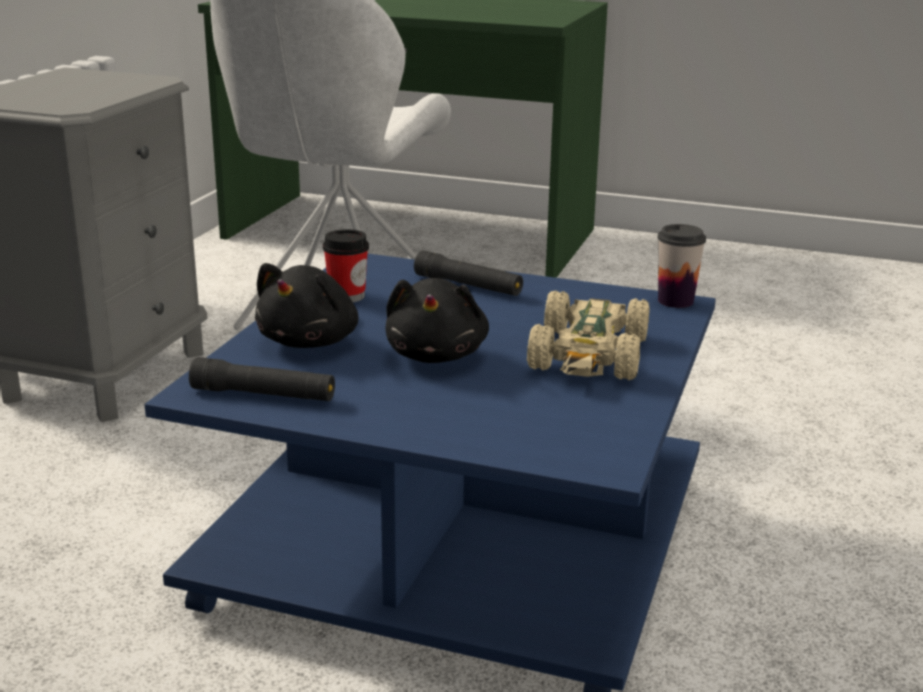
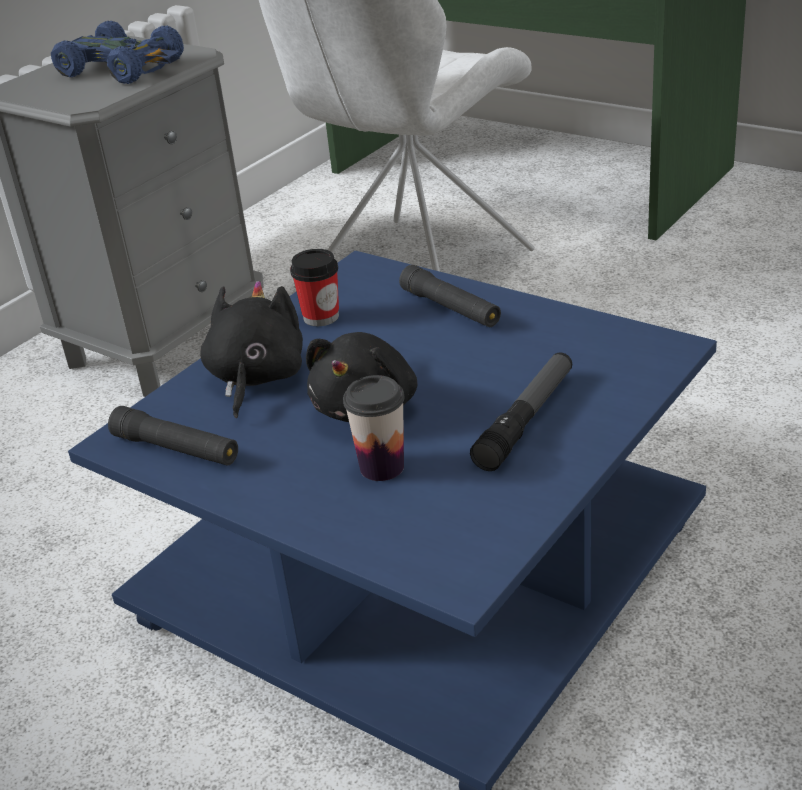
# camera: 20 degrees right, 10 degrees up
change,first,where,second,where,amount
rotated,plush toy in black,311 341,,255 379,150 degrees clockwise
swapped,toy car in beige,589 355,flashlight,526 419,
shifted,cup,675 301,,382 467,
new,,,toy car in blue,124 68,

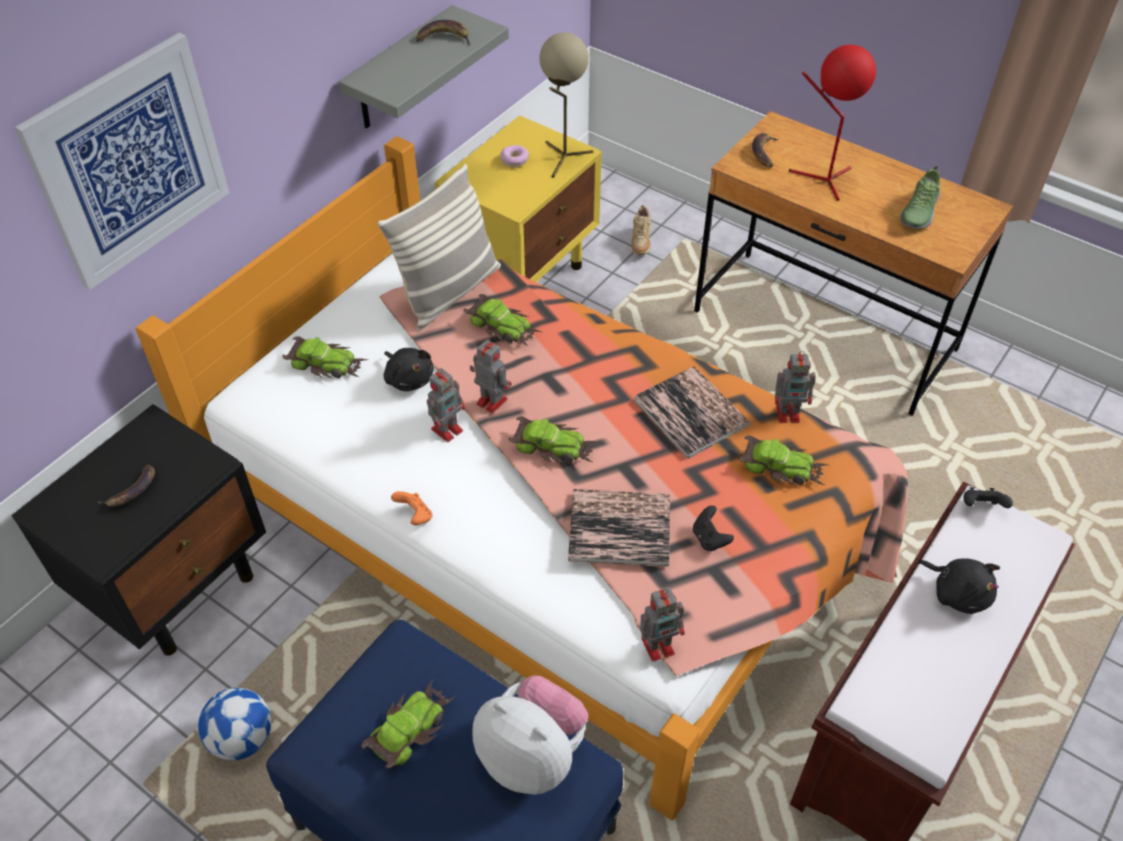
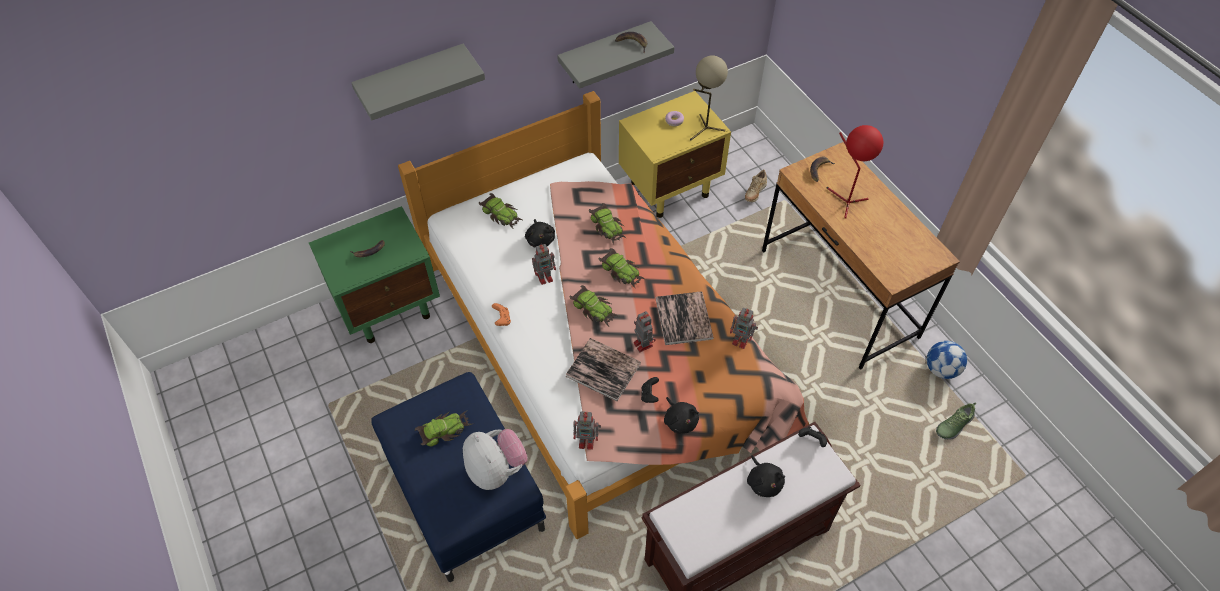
# camera: 25 degrees right, 5 degrees up
change,first,where,second,where,amount
repainted,nightstand in black,178 586,nightstand in green,390 307,
swapped,picture,130 161,shelf in grey,412 80,
shifted,football,242 738,,941 369,
gone,pillow,449 292,,,
shifted,toy robot,490 400,,642 343,
shifted,toy car,781 466,,622 271,
shifted,shoe,918 211,,953 425,
new,,,plush toy in black,680 420,

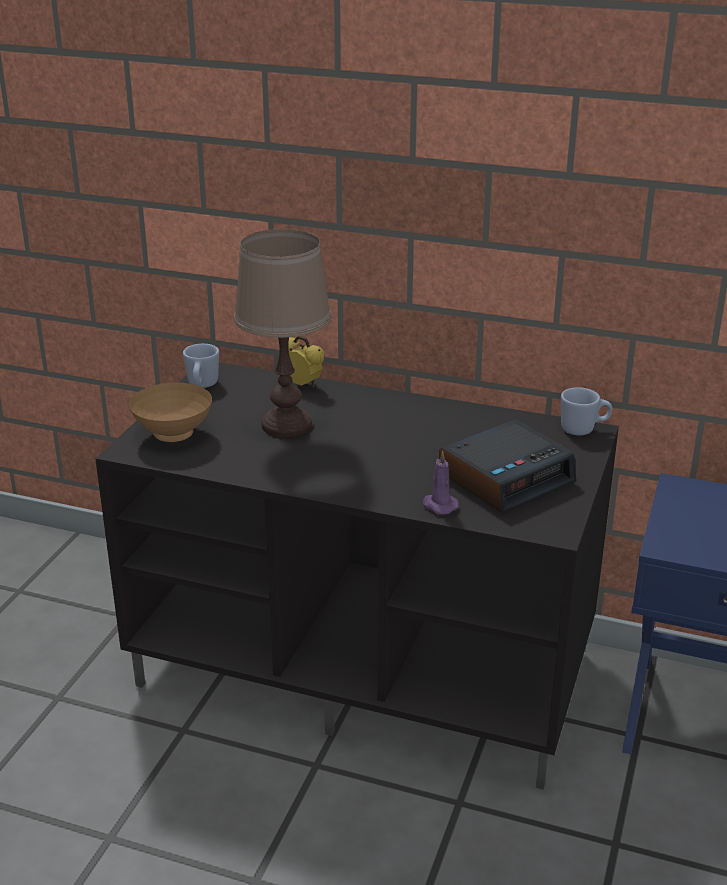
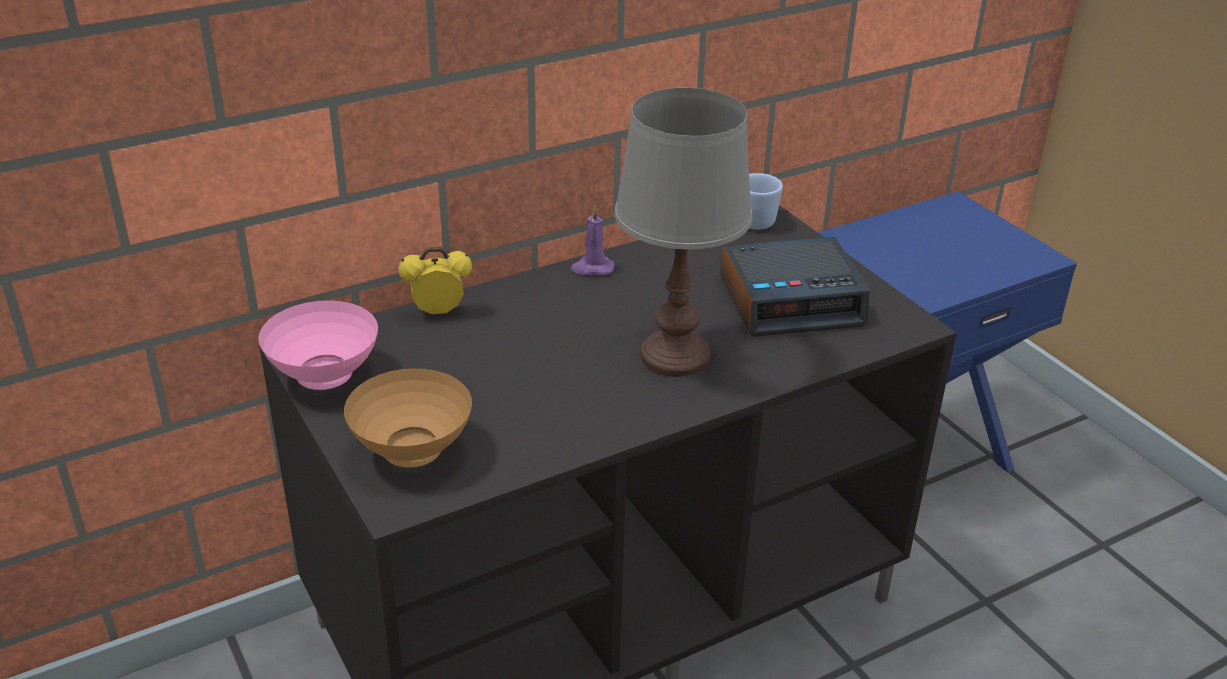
# camera: 50 degrees left, 5 degrees up
change,first,where,second,where,amount
swapped,mug in blue,202 386,bowl in pink,325 376,
gone,table lamp in brown,286 425,,,
shifted,candle in purple,439 505,,592 268,
rotated,alarm clock,506 478,,792 300,75 degrees clockwise
new,,,table lamp in grey,674 356,

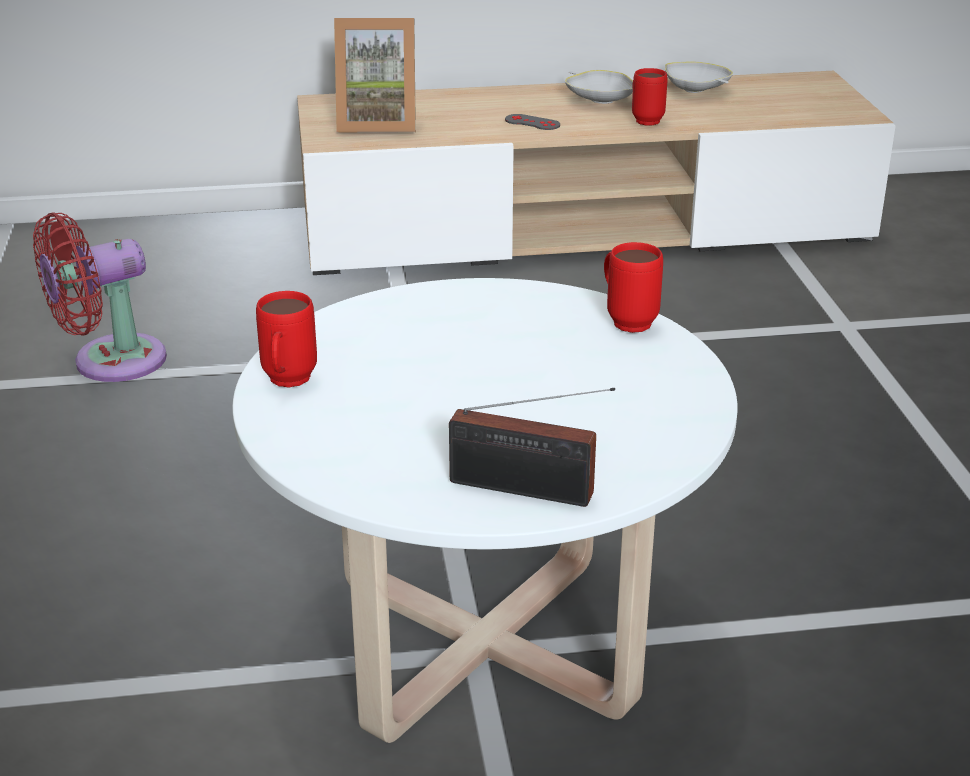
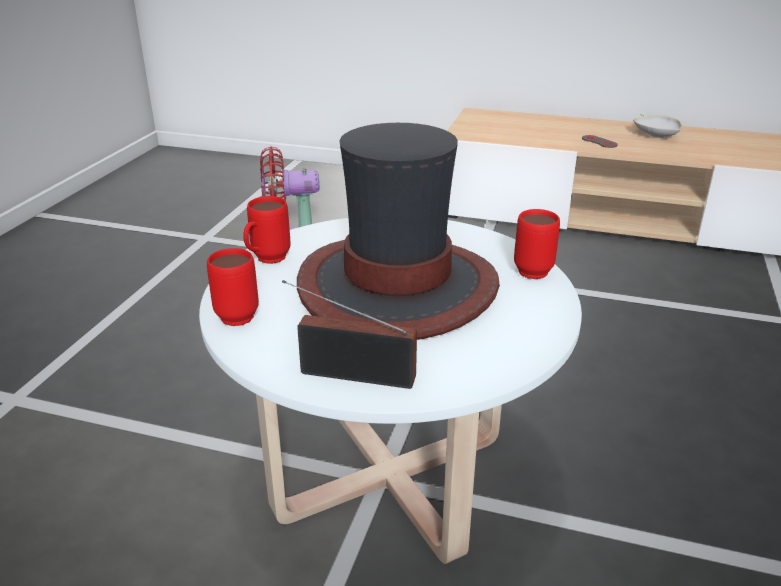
# camera: 25 degrees right, 0 degrees up
change,first,where,second,where,amount
gone,picture frame,377 123,,,
rotated,radio,529 491,,351 374,150 degrees clockwise
shifted,mug in red,644 119,,239 313,
gone,bowl in white,696 91,,,
new,,,hat,397 287,

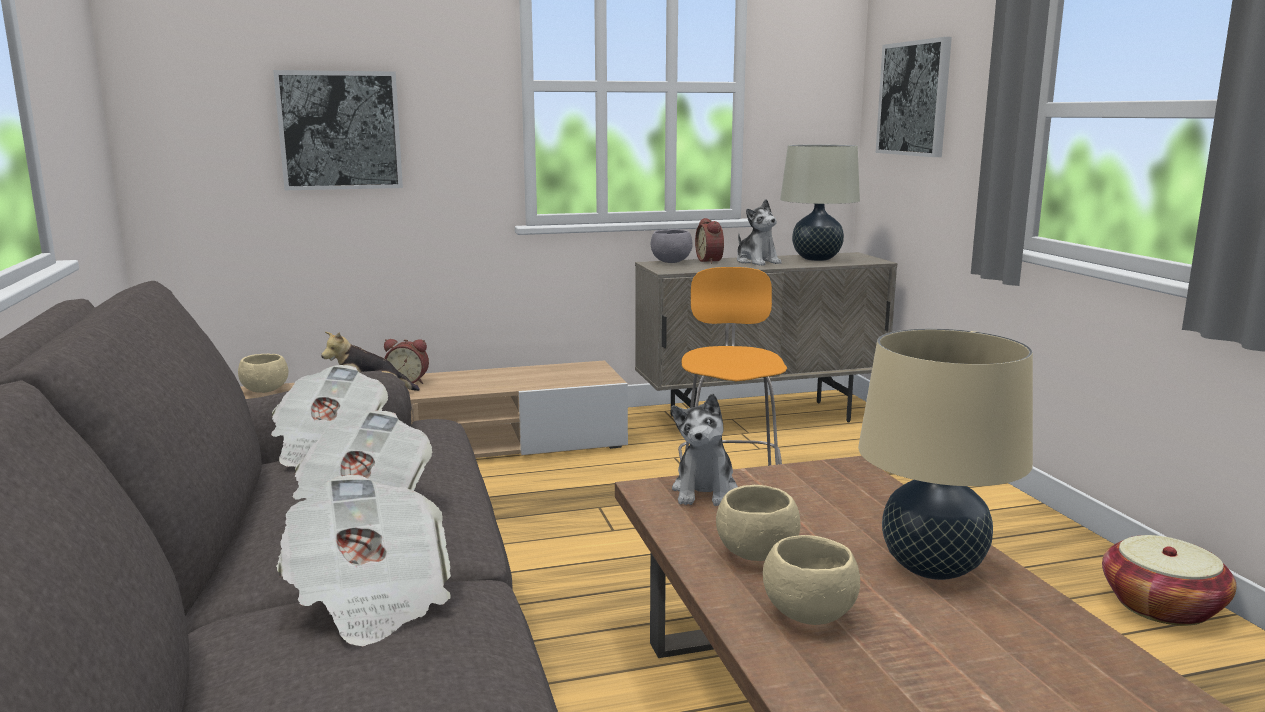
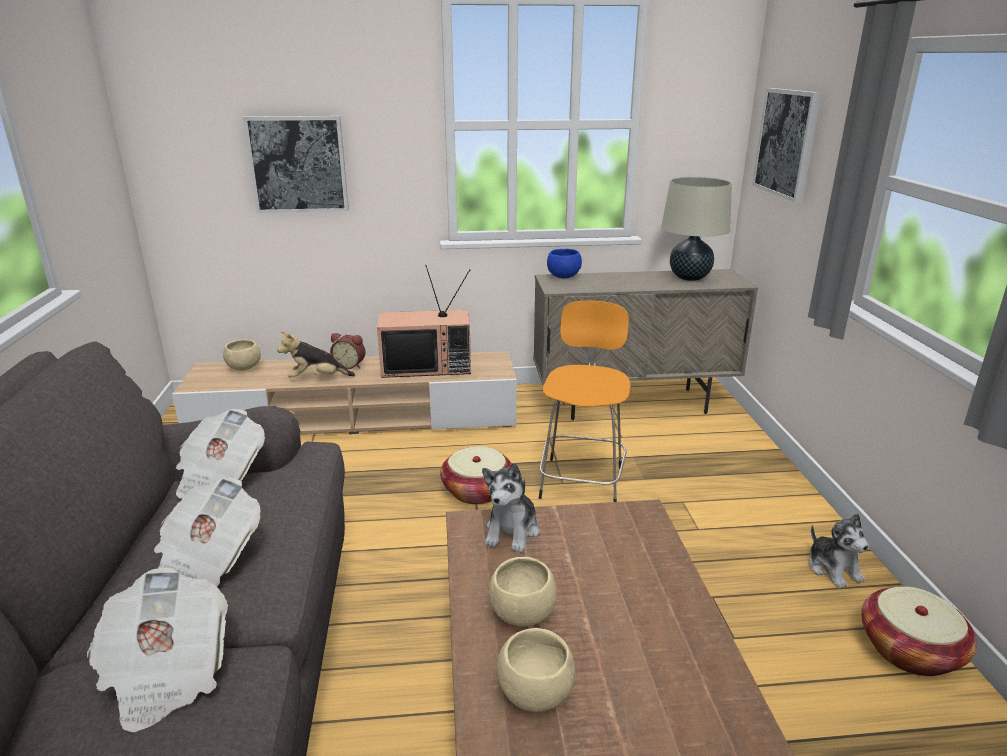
# camera: 10 degrees right, 10 degrees up
change,first,where,second,where,amount
repainted,bowl in grey,671 262,bowl in blue,563 277,
gone,alarm clock,711 261,,,
shifted,plush toy,757 262,,833 569,
gone,table lamp in beige,932 567,,,
new,,,television,427 366,
new,,,basket,477 491,

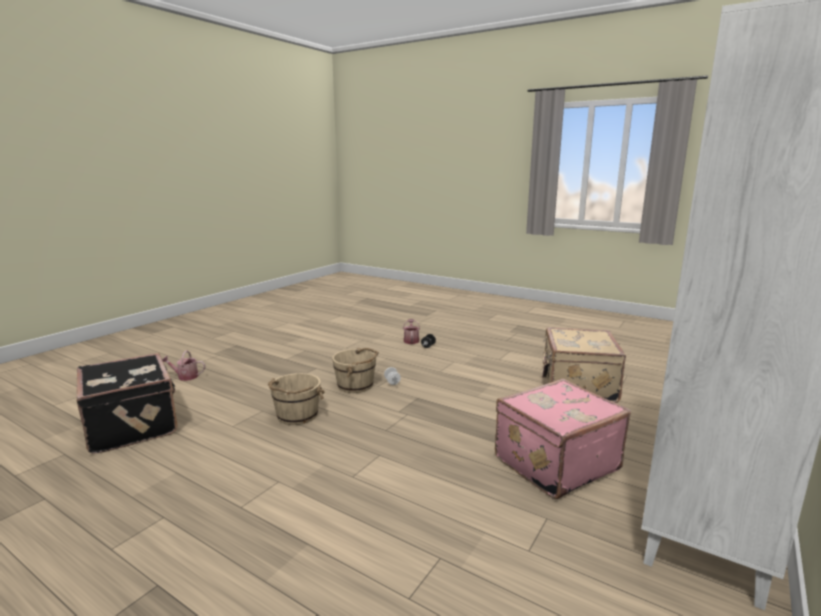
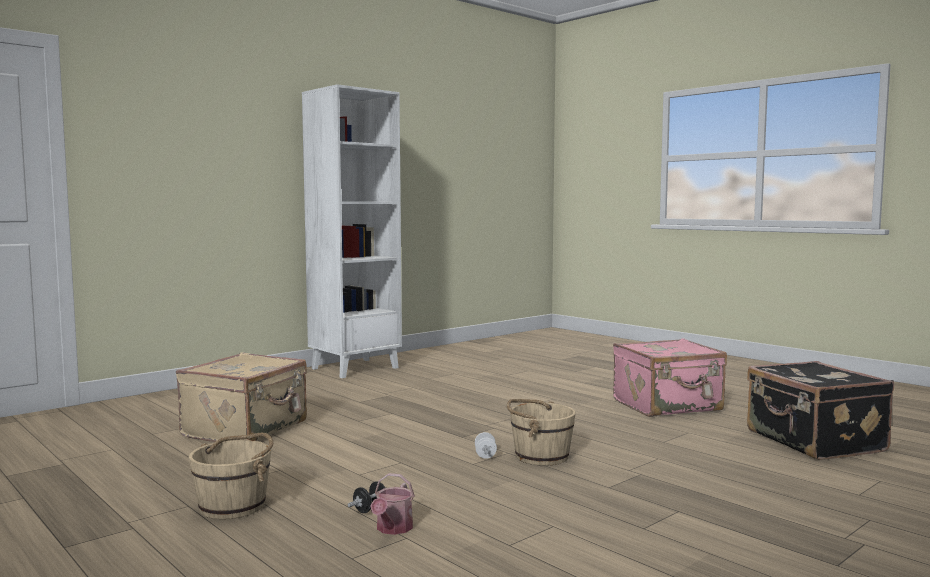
# camera: 165 degrees left, 10 degrees down
change,first,where,second,where,amount
gone,watering can,185 376,,,
shifted,bucket in beige,297 415,,234 505,
shifted,suitcase in pink,554 463,,668 406,

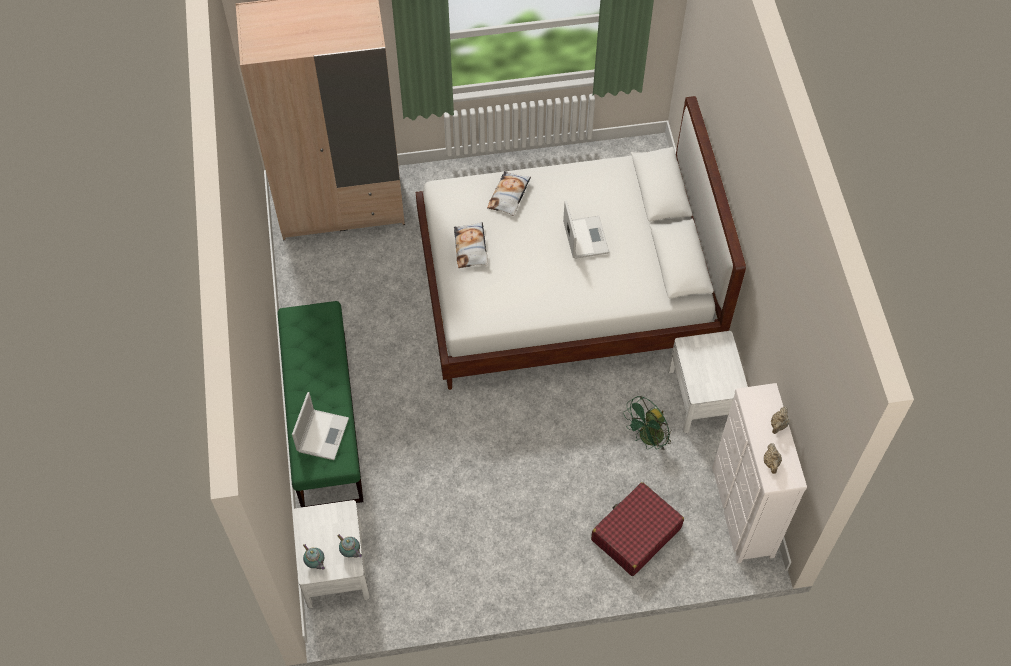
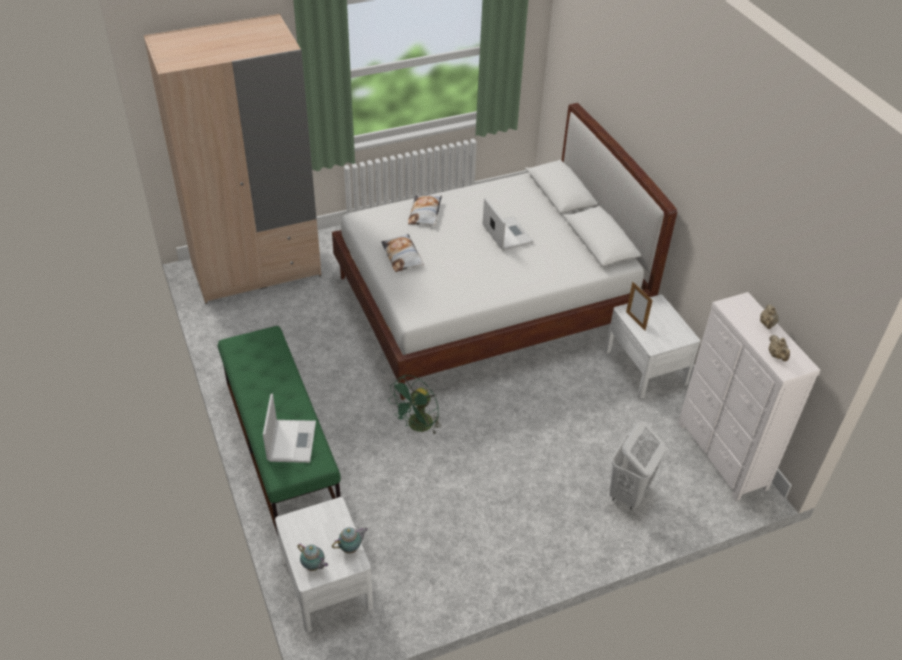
# camera: 15 degrees left, 15 degrees down
change,first,where,second,where,amount
rotated,teapot,351 552,,351 548,60 degrees counterclockwise
swapped,suitcase in red,635 534,laundry basket in white,628 493,
shifted,fan in green,647 439,,417 426,
new,,,picture frame,635 321,

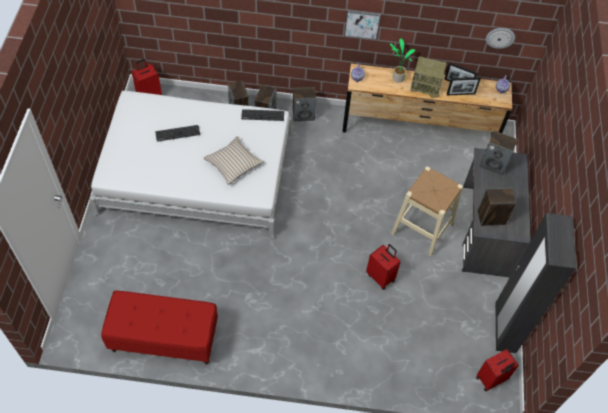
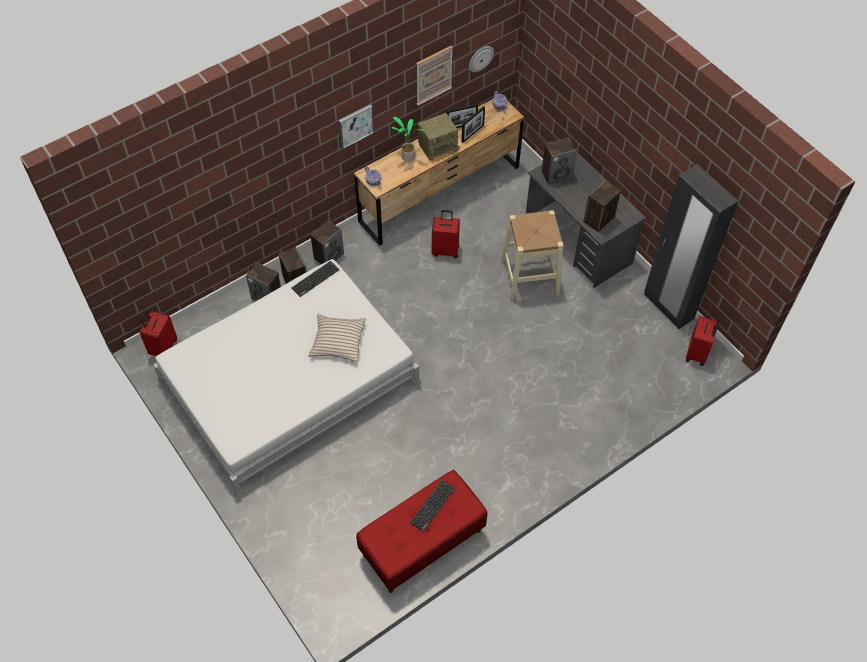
# camera: 40 degrees left, 0 degrees up
change,first,where,second,where,amount
shifted,keyboard,177 133,,432 505,
shifted,suitcase in red,381 277,,445 250,
new,,,picture,433 75,

